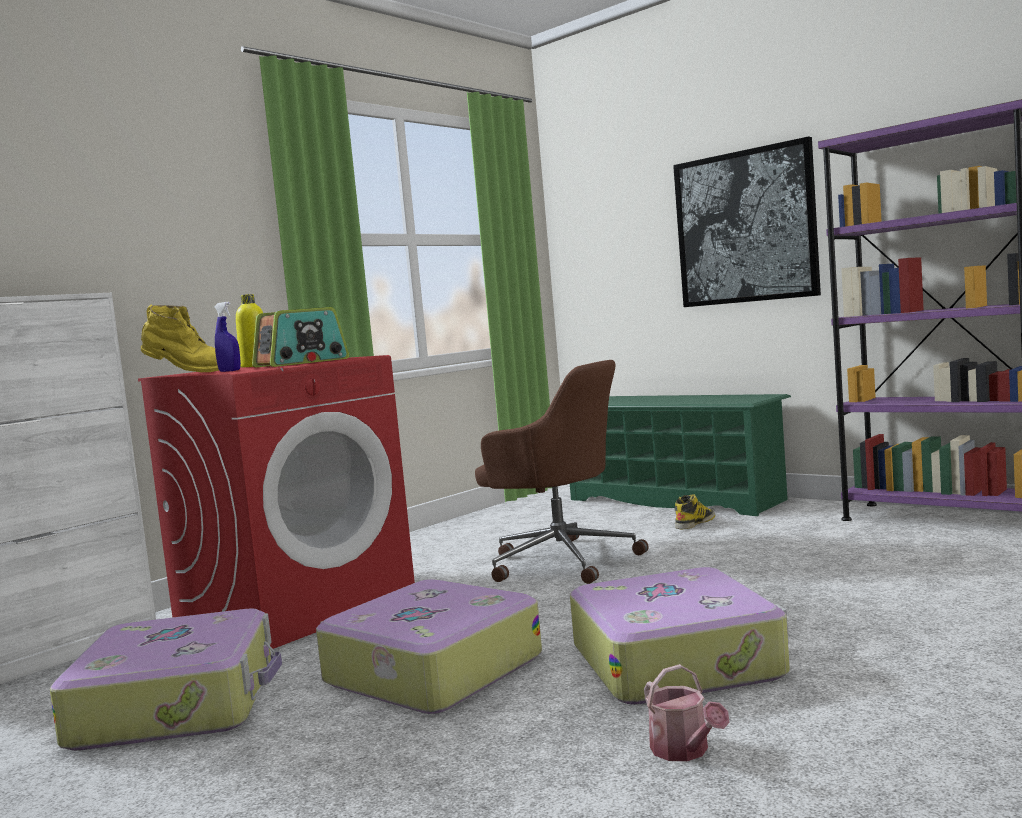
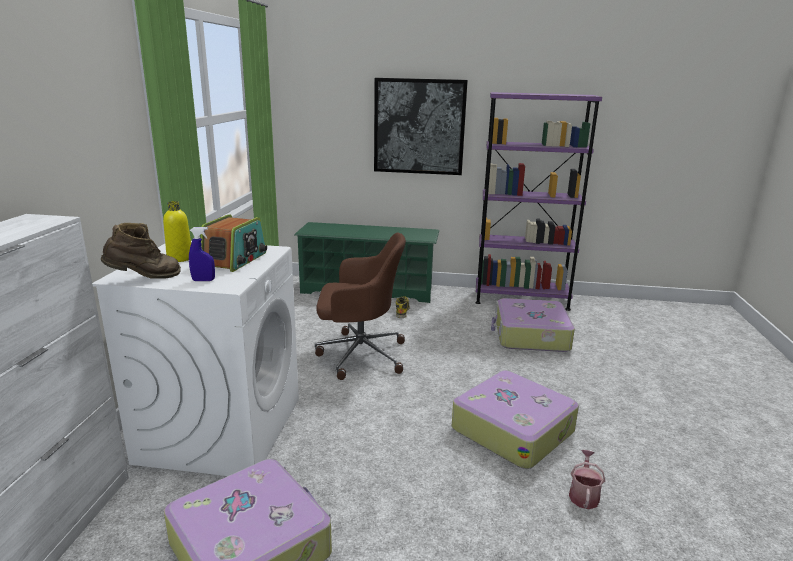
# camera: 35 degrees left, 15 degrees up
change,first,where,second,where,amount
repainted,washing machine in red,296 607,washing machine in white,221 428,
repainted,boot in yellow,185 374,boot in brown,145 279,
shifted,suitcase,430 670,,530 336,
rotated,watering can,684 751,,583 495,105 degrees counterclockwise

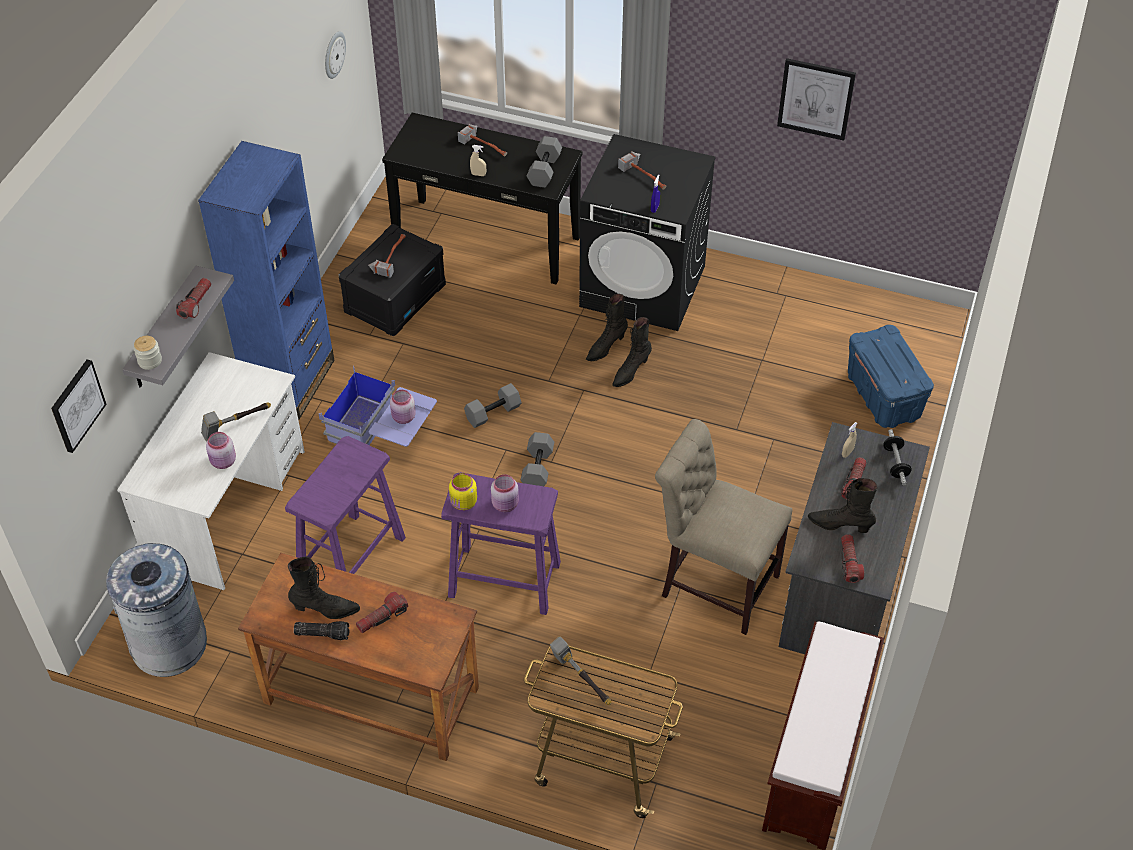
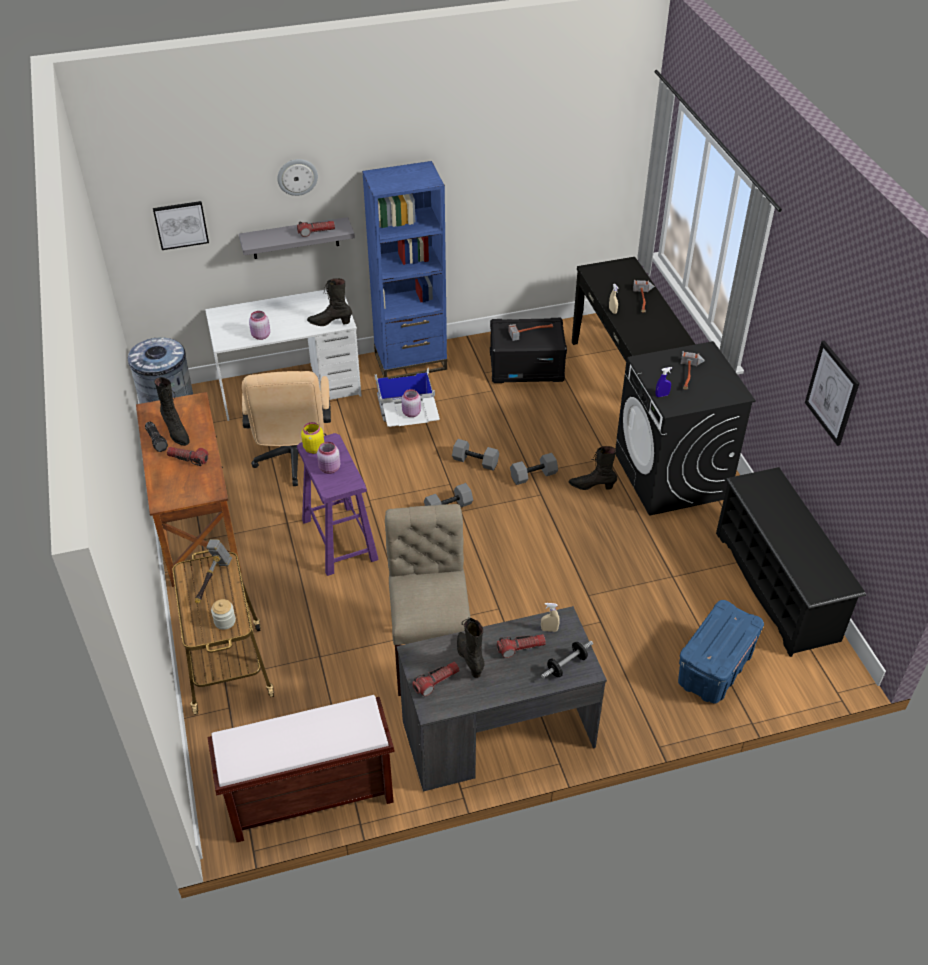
# camera: 55 degrees right, 5 degrees down
change,first,where,second,where,amount
shifted,jar,150 361,,225 621,
gone,hammer,236 427,,,
swapped,stool in purple,351 560,office chair in beige,295 461,
repainted,storage box in blue,382 433,storage box in white,408 421,
shifted,wall clock,333 54,,297 176,
shifted,dumbbell in grey,545 171,,533 476,
shifted,boot in black,630 372,,330 322,
new,,,shoe rack in black,777 586,

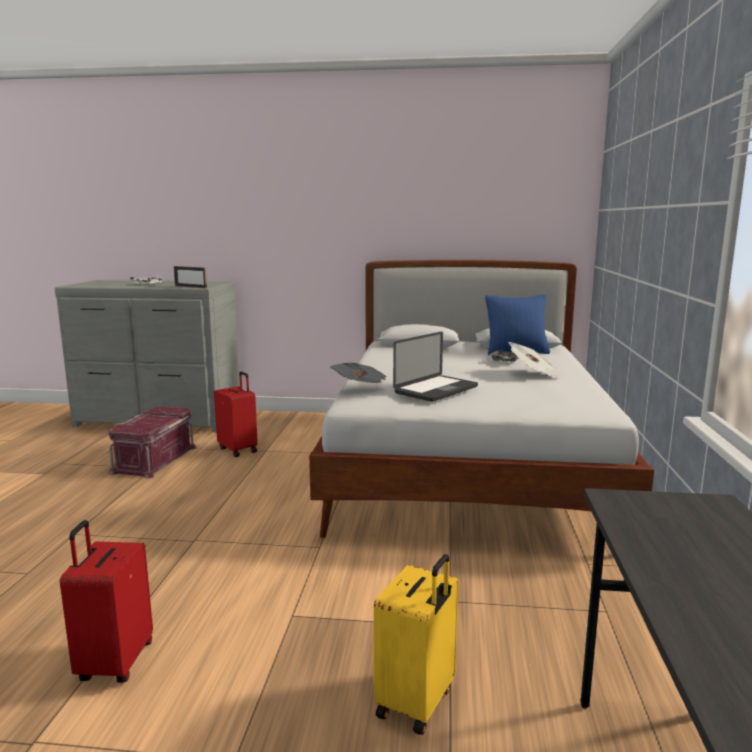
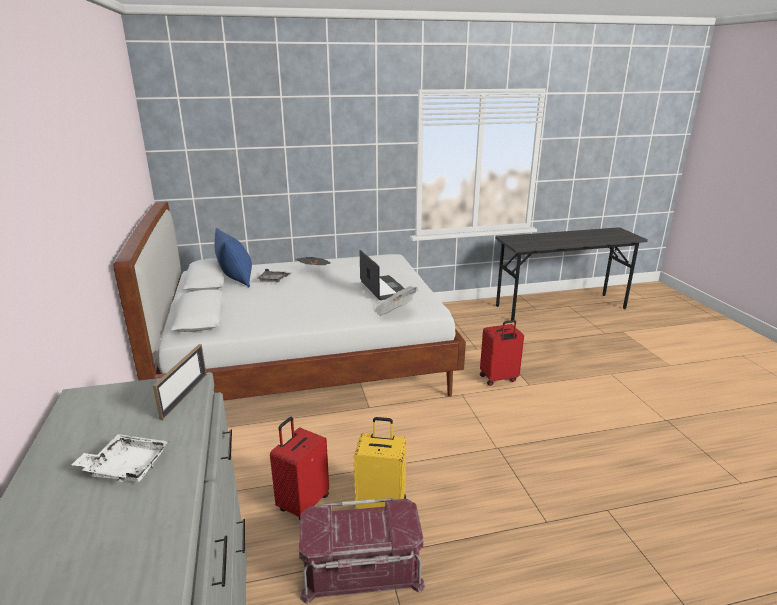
# camera: 110 degrees left, 10 degrees up
change,first,where,second,where,amount
shifted,suitcase in red,114 662,,498 379,
shifted,suitcase in yellow,417 703,,382 505,
rotated,laptop,436 390,,384 288,45 degrees clockwise

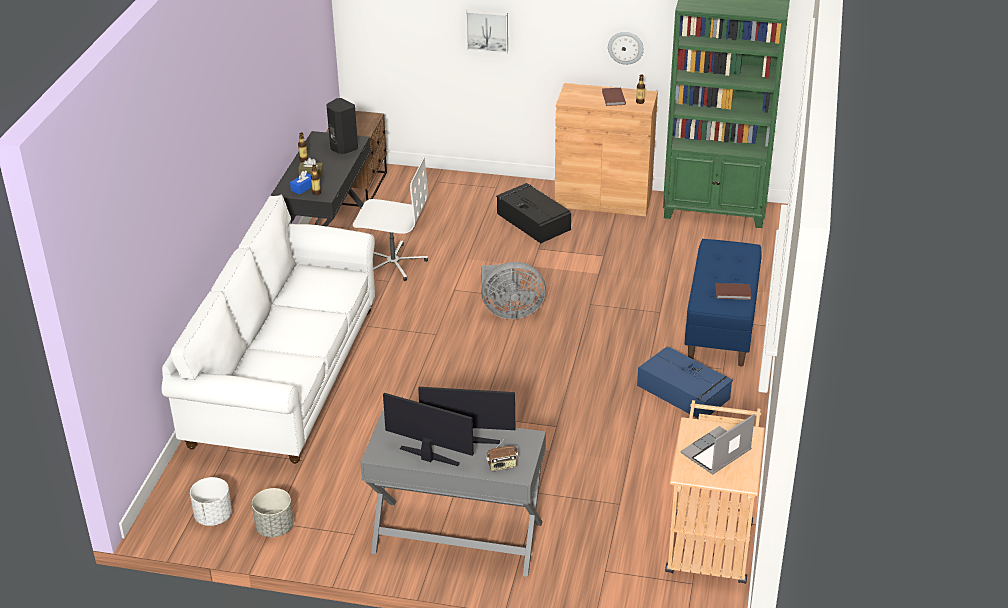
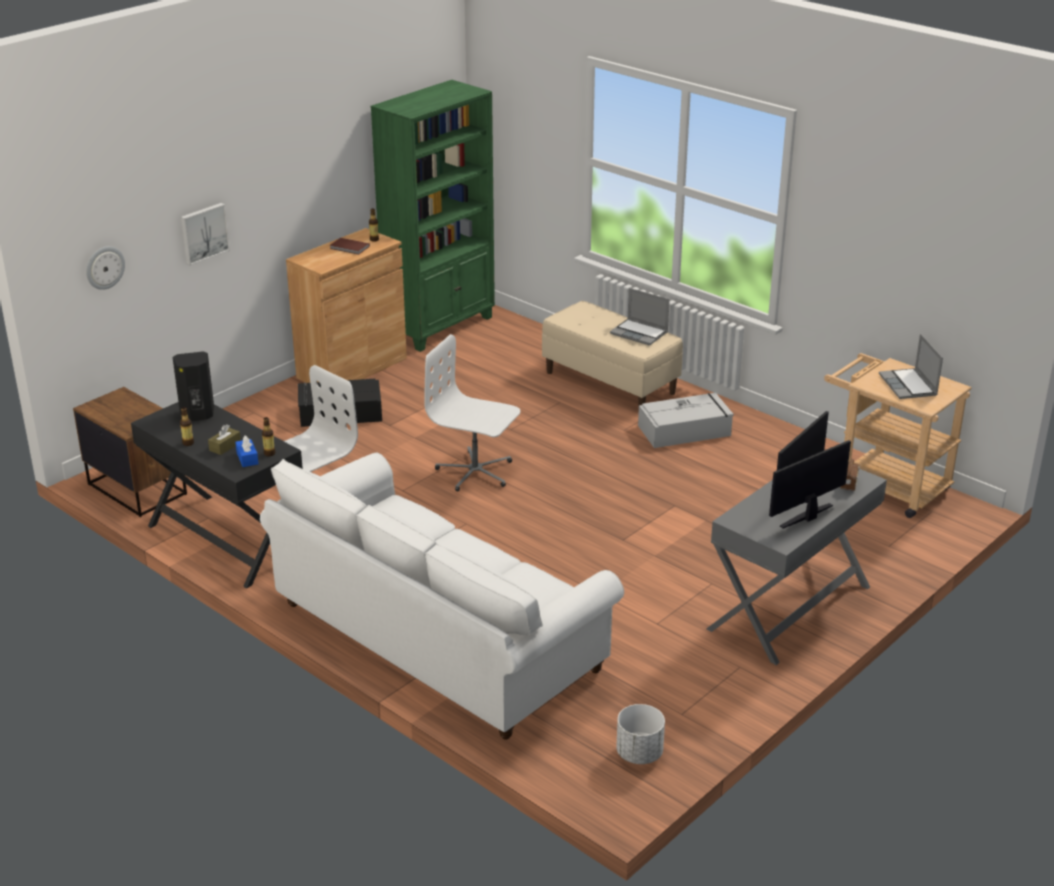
# camera: 60 degrees left, 5 degrees down
change,first,where,second,where,amount
gone,planter in grey,275 527,,,
swapped,fan in grey,510 311,office chair in white,475 472,
shifted,wall clock,625 47,,104 267,
repainted,storage box in blue,684 393,storage box in grey,685 430,
repainted,bench in blue,721 326,bench in beige,611 383,
swapped,book in brown,733 293,laptop,640 333,

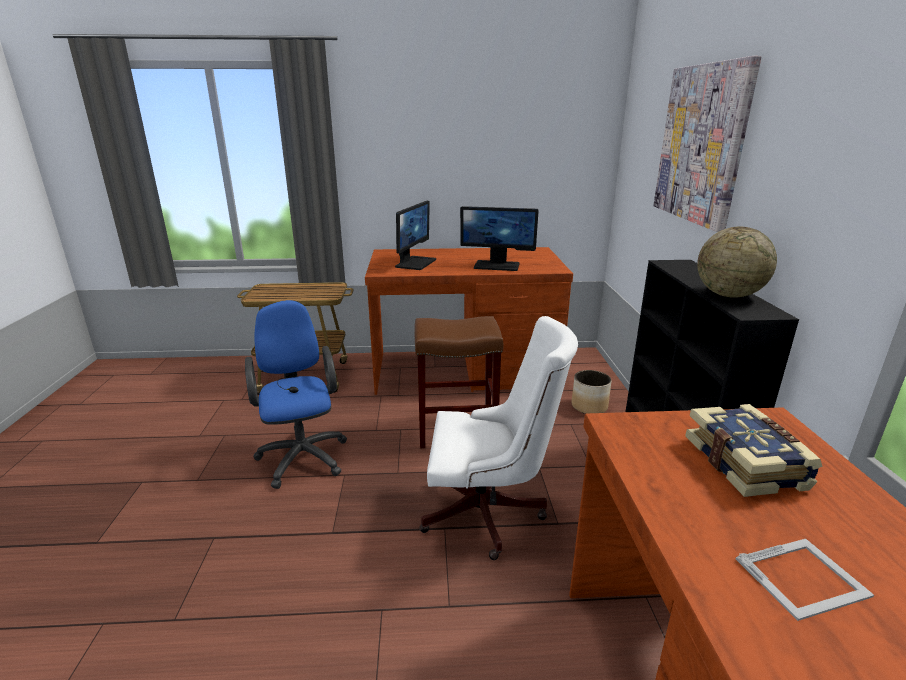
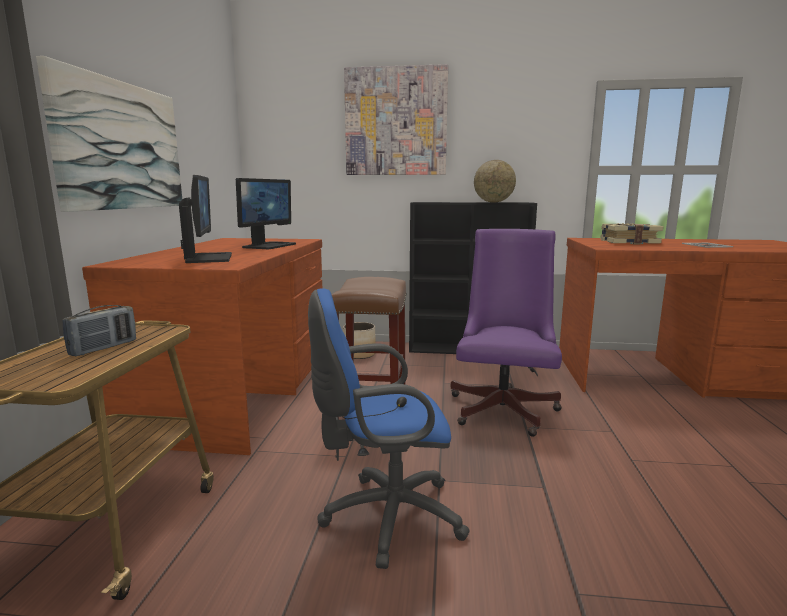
# camera: 80 degrees left, 10 degrees down
change,first,where,second,where,amount
rotated,monitor,415 263,,208 258,45 degrees clockwise
repainted,office chair in white,490 513,office chair in purple,504 407,
new,,,picture,121 146,
new,,,radio,104 348,

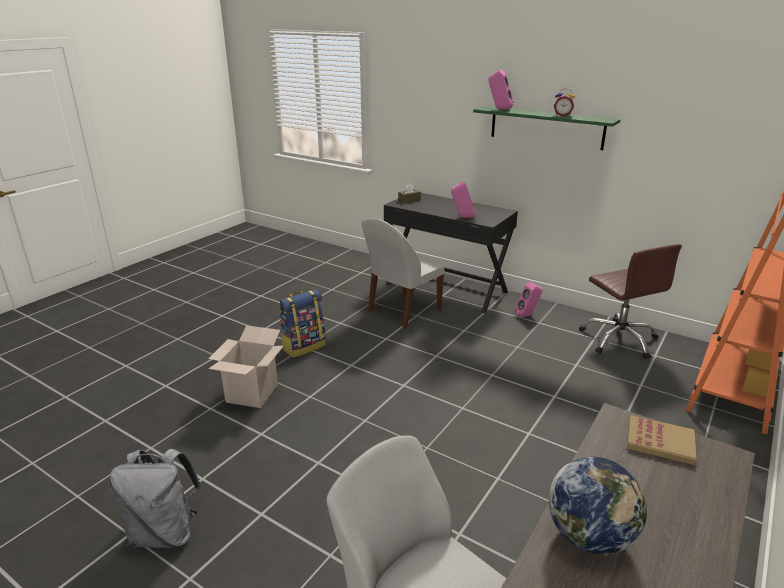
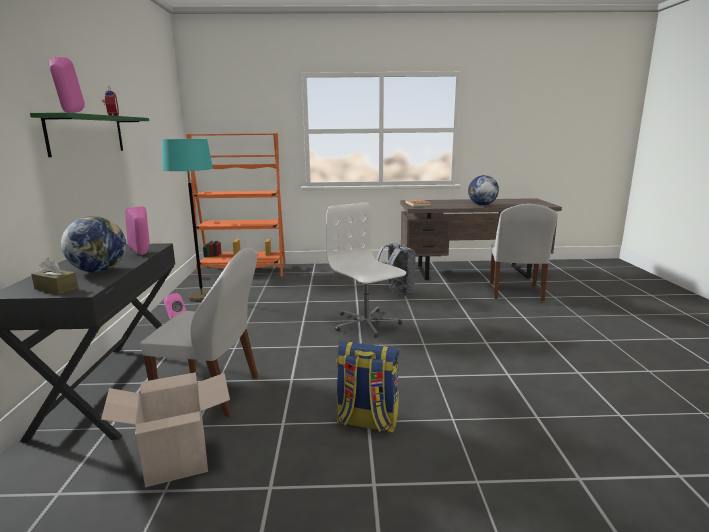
# camera: 125 degrees left, 10 degrees down
change,first,where,second,where,amount
shifted,backpack in grey,165 533,,395 293,
shifted,cardboard box,252 393,,177 461,
swapped,office chair in brown,619 339,floor lamp in turquoise,202 297,
new,,,globe,99 270,
new,,,office chair in white,366 323,

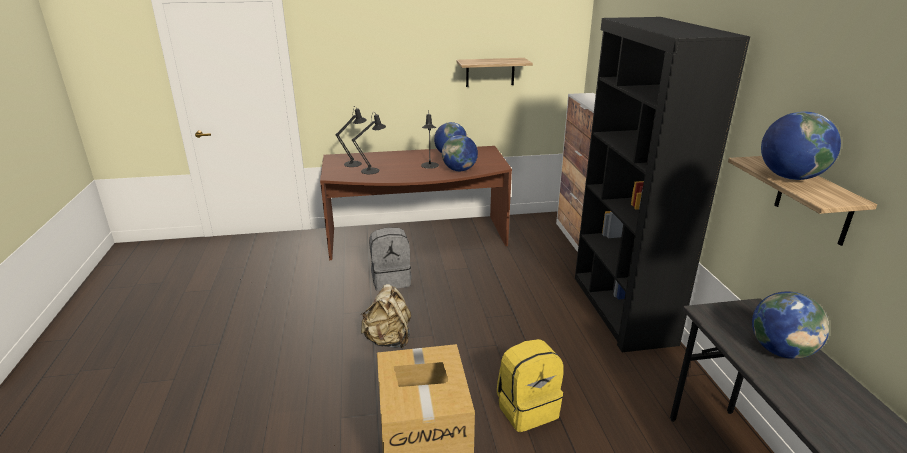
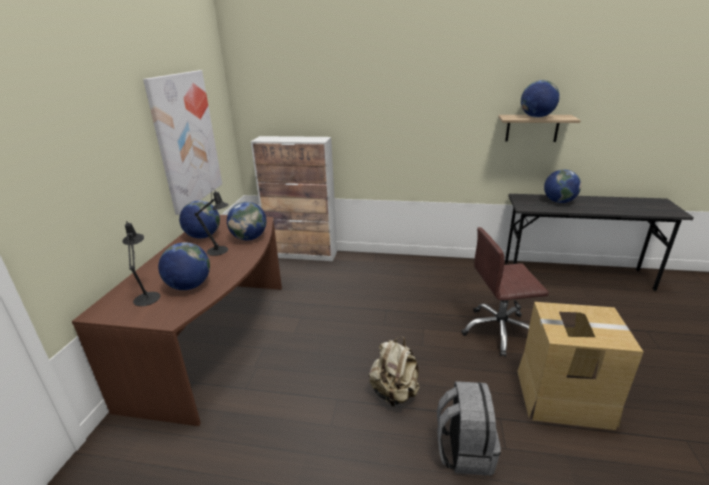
# camera: 70 degrees left, 0 degrees up
change,first,where,second,where,amount
swapped,table lamp in black,373 170,globe,189 286,
shifted,backpack in grey,391 279,,464 450,
swapped,shelf,490 72,picture,186 140,
swapped,backpack in yellow,527 408,office chair in brown,499 331,
gone,bookcase in black,621 309,,,

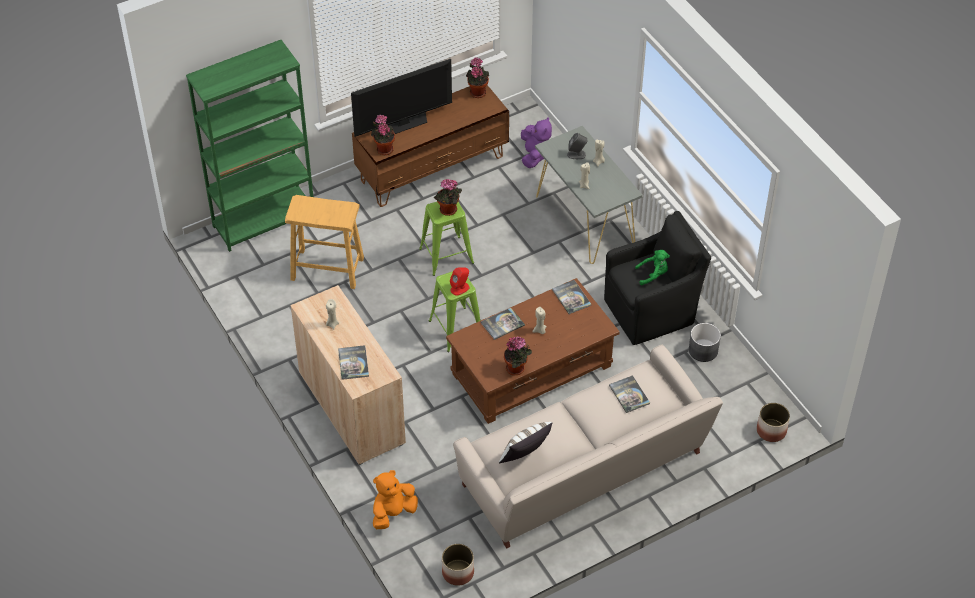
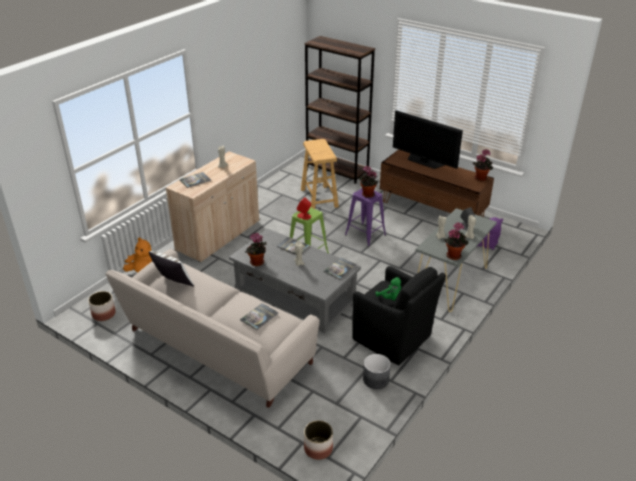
# camera: 65 degrees right, 15 degrees down
change,first,where,second,where,amount
repainted,bookcase in green,264 221,bookcase in brown,337 170,
shifted,potted plant,383 149,,454 255,
repainted,stool in green,446 256,stool in purple,365 235,
repainted,coffee table in brown,531 370,coffee table in grey,295 296,

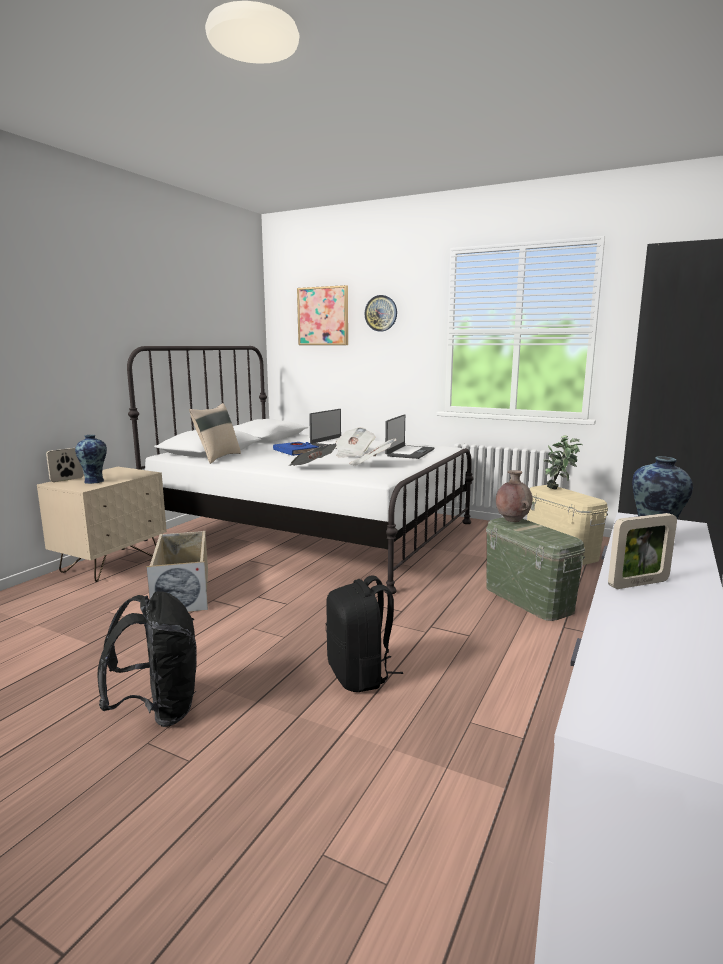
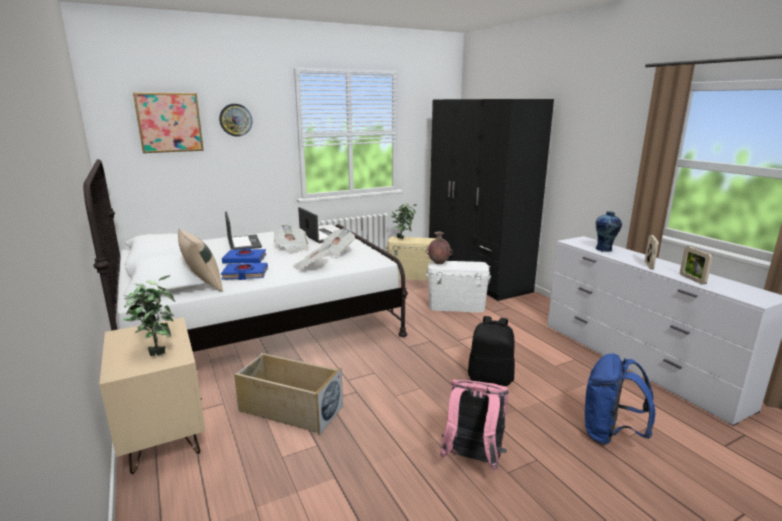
# camera: 55 degrees left, 5 degrees up
change,first,where,second,where,amount
shifted,picture frame,67 479,,692 279,
swapped,vase,95 481,potted plant,157 351,
repainted,backpack in black,158 710,backpack in pink,472 460,
repainted,storage box in green,527 599,storage box in white,456 306,
new,,,book in blue,245 274,
new,,,backpack in blue,610 434,

